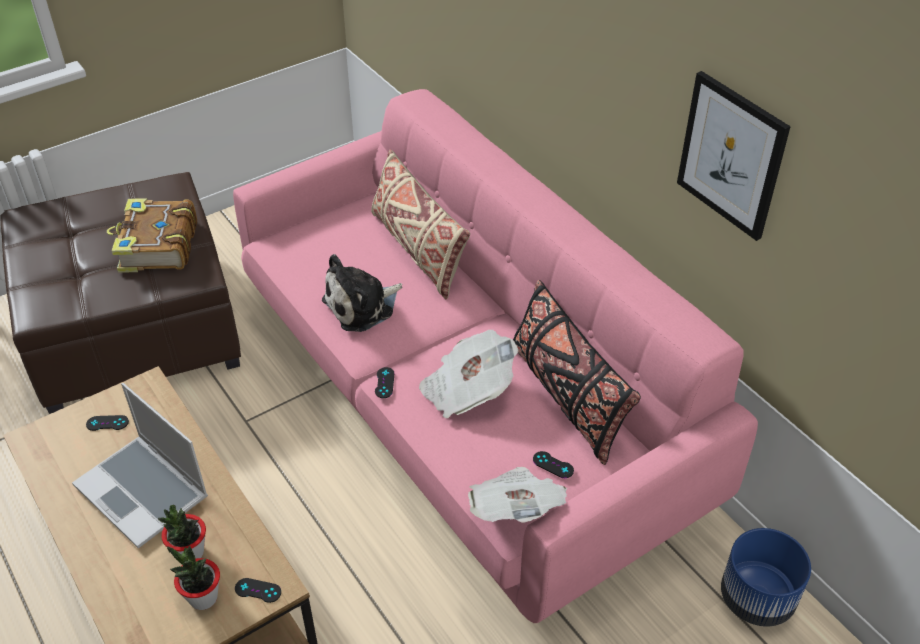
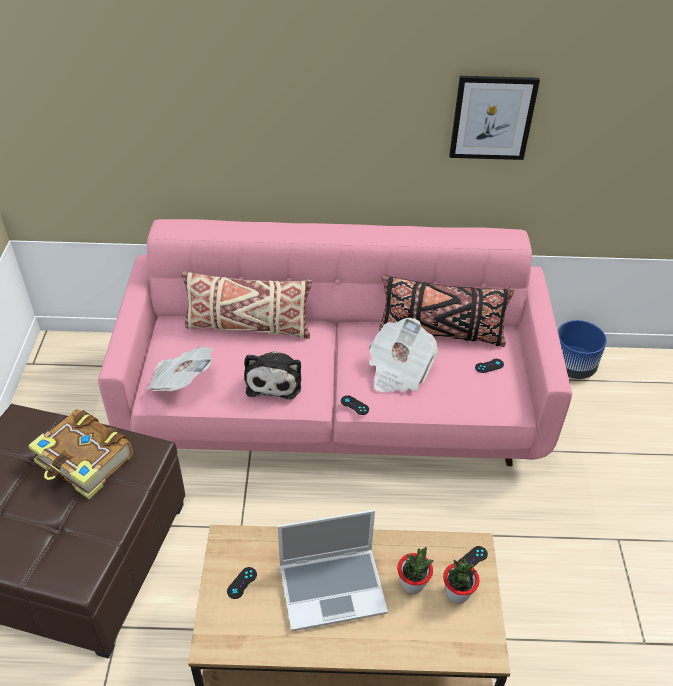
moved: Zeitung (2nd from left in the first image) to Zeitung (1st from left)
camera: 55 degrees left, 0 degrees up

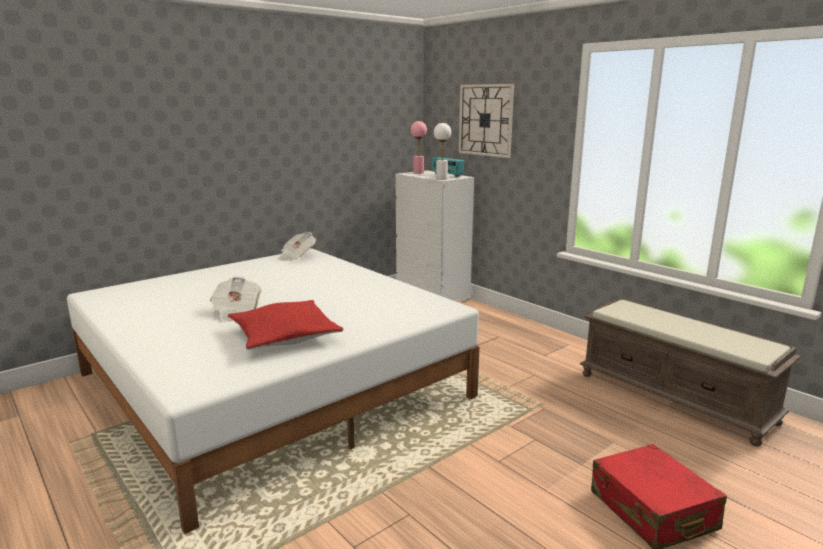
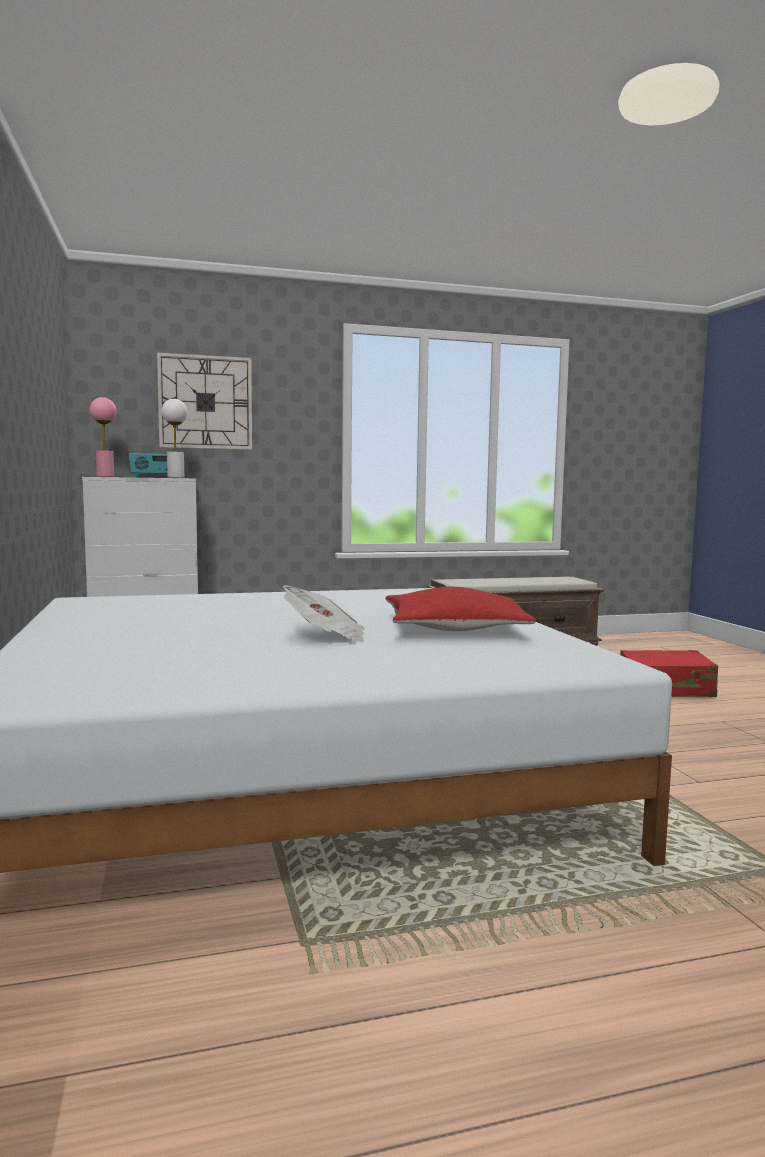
removed: Zeitung (2nd from left)
camera: 65 degrees left, 10 degrees down

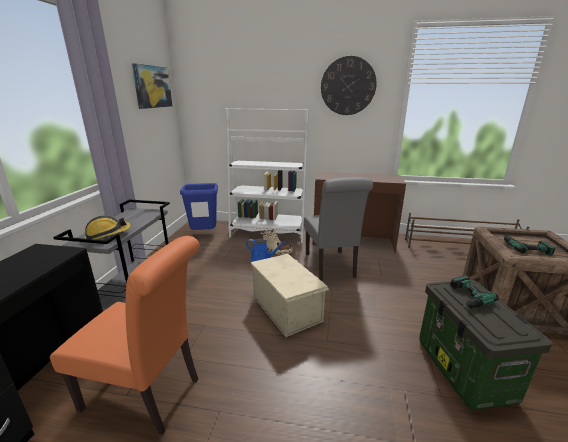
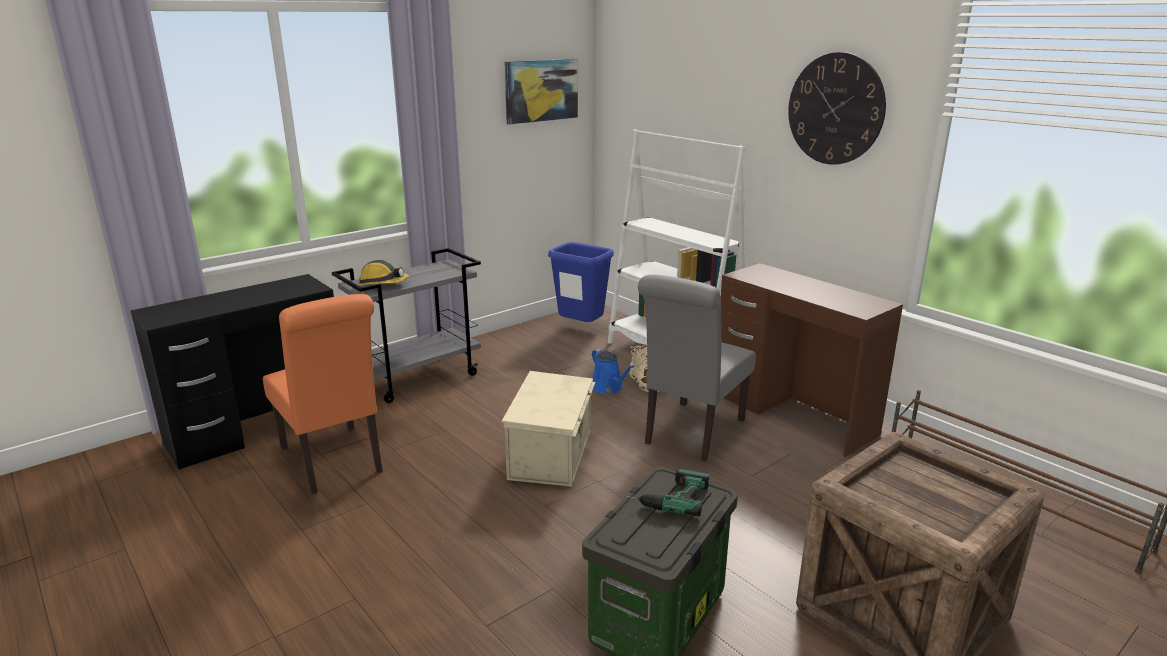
removed: Bohrmaschine (2nd from left)
camera: 40 degrees right, 0 degrees up

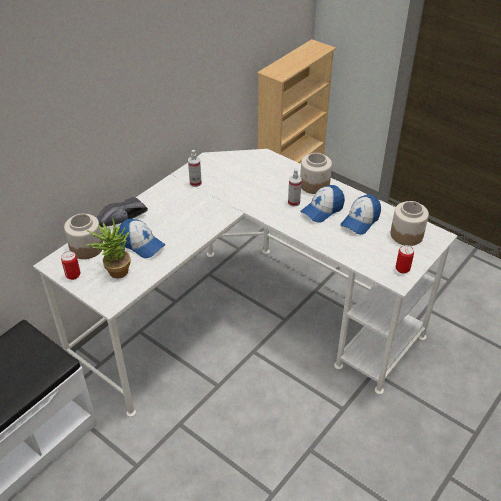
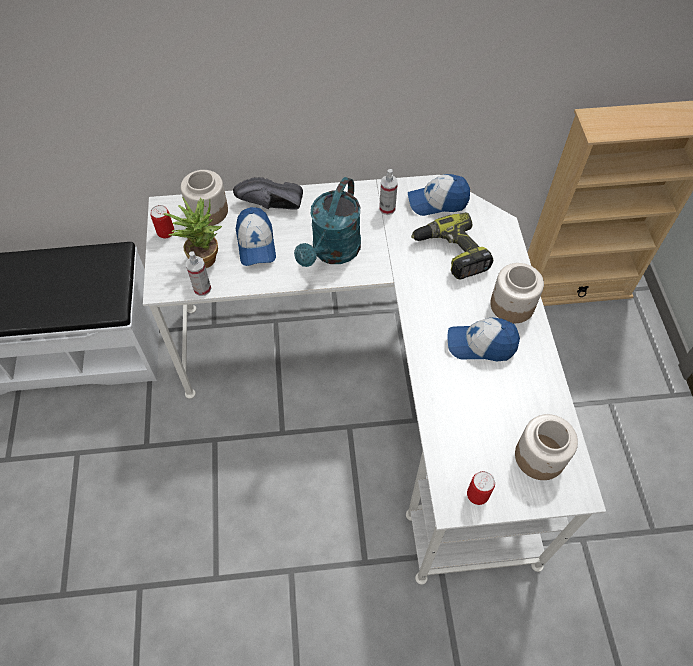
added: Gießkanne/türkis; Bohrmaschine
moved: Sprühflasche (2nd from left in the first image) to Sprühflasche (1st from left); Kappe (3rd from left in the first image) to Kappe (2nd from left)
camera: 45 degrees right, 15 degrees up

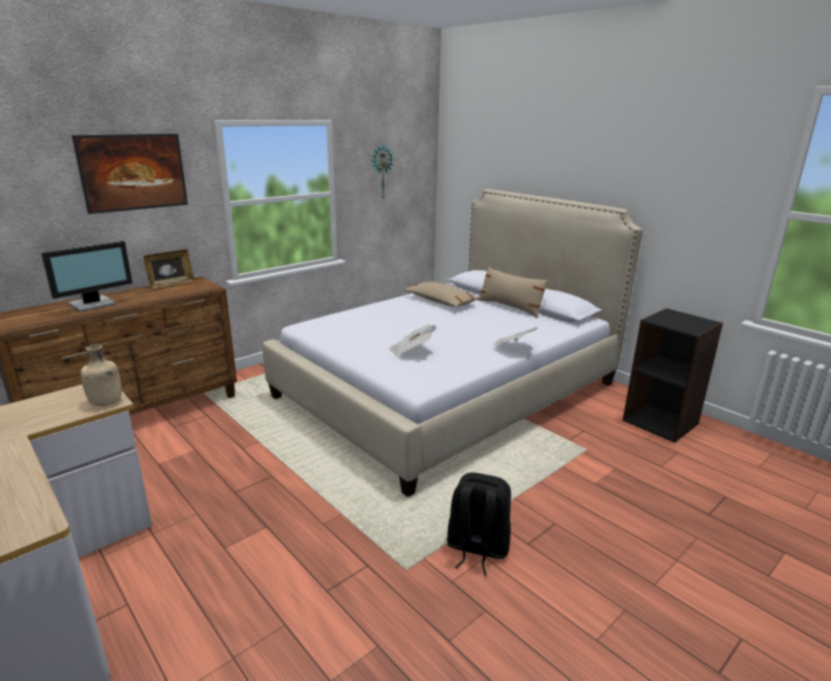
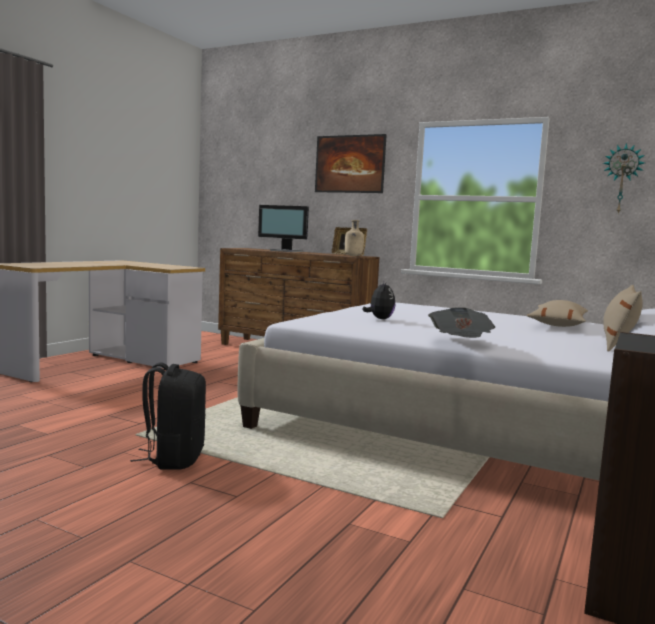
moved: Flasche/beige
replaced: Zeitung (1st from left) to Plüschtier
camera: 70 degrees right, 15 degrees down

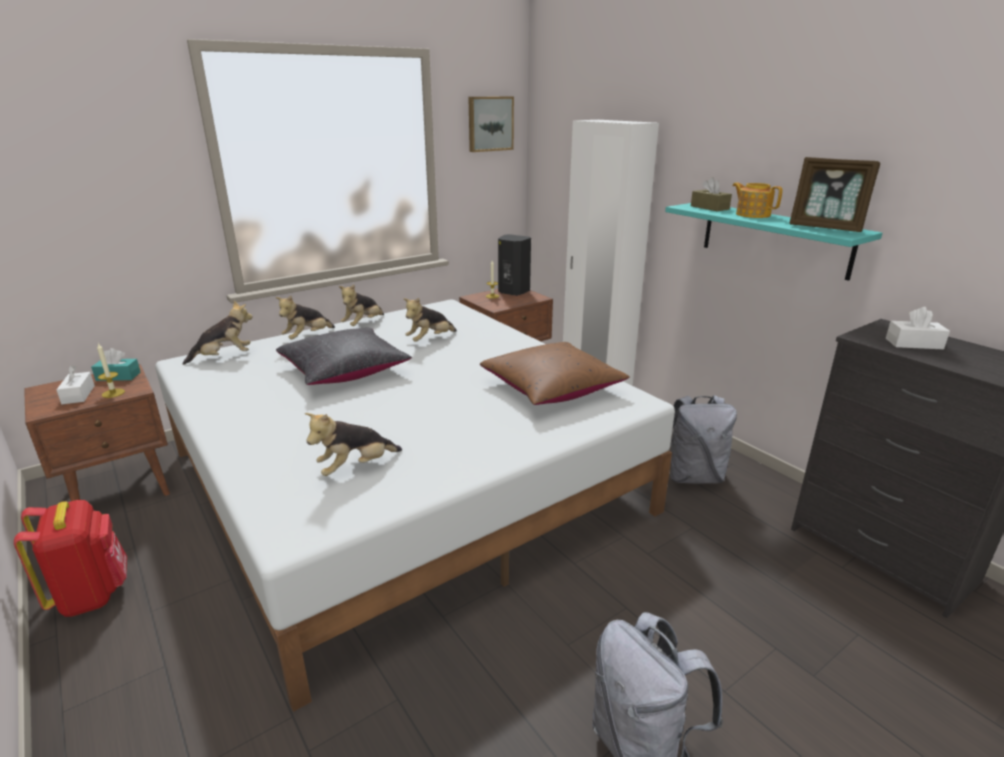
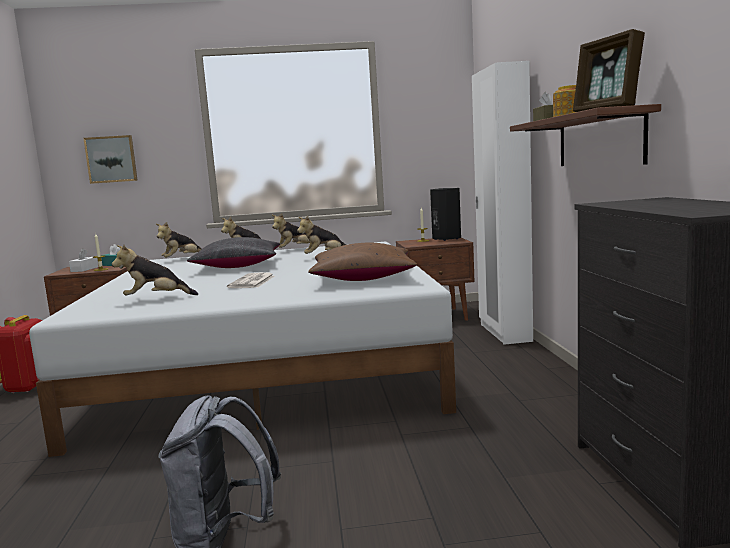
removed: Rucksack/grau (2nd from left); Taschentuchbox/weiß (2nd from left)
added: Zeitung
moved: Bild
recoloured: Wandregal/türkis to Wandregal/braun
turned: Plüschtier (1st from left in the first image) 135 degrees clockwise
camera: 30 degrees right, 15 degrees down

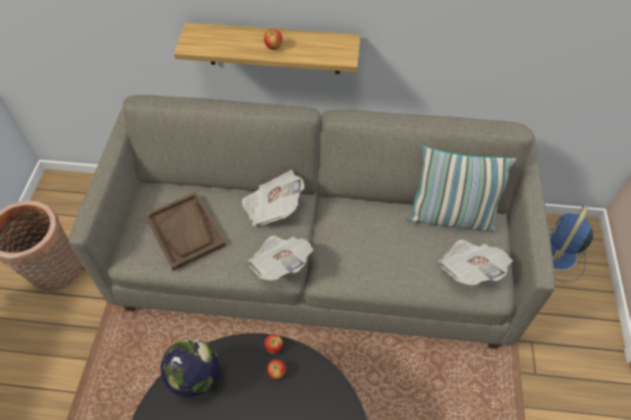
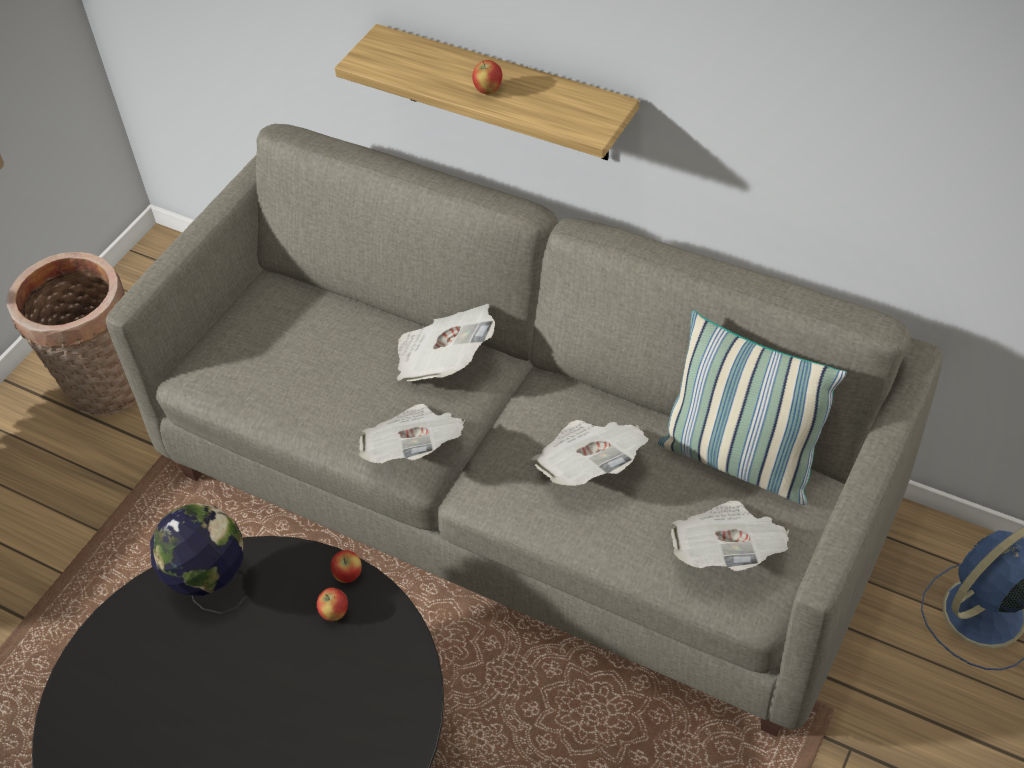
removed: Tablett/braun
added: Zeitung (3rd from left)
camera: 25 degrees right, 5 degrees down

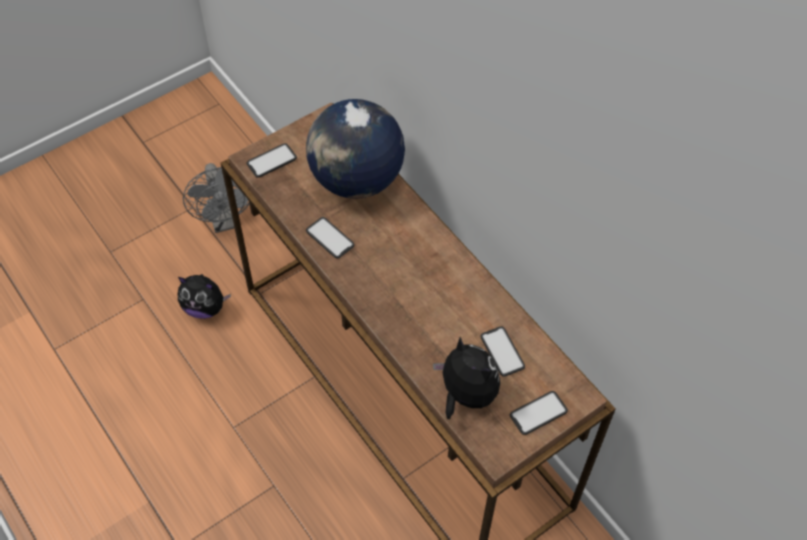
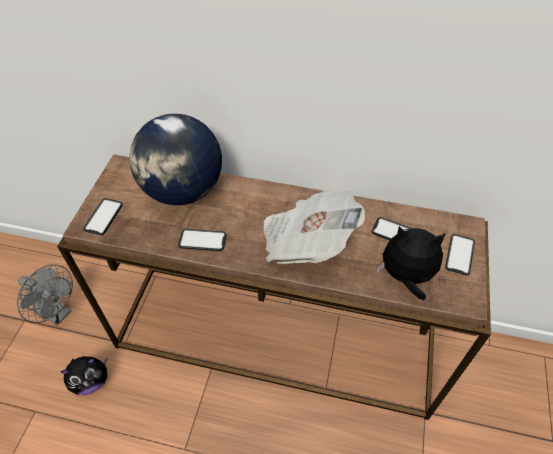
added: Zeitung
camera: 40 degrees left, 5 degrees down

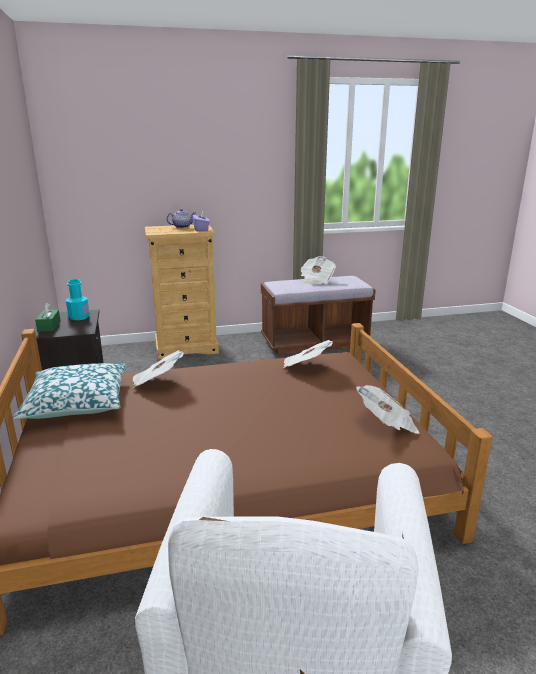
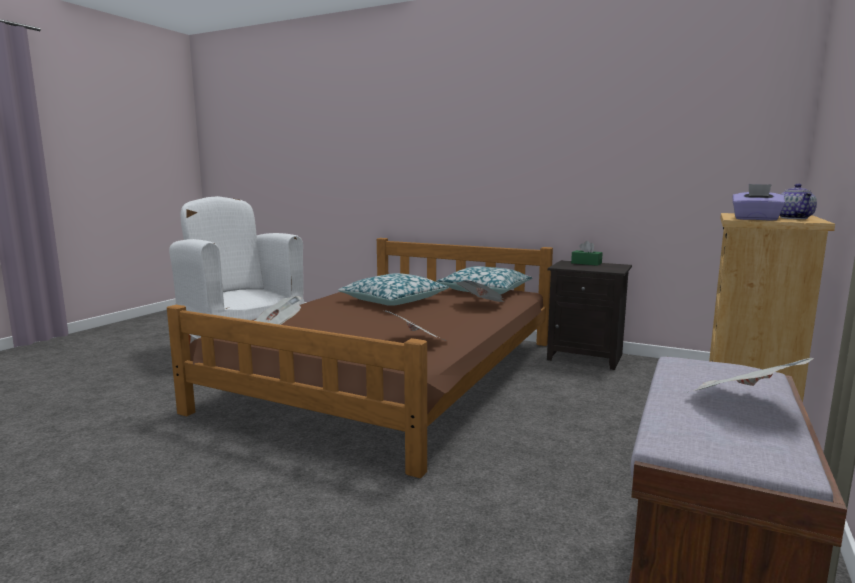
removed: Flasche/türkis
added: Kissen (1st from left)
camera: 130 degrees right, 10 degrees down

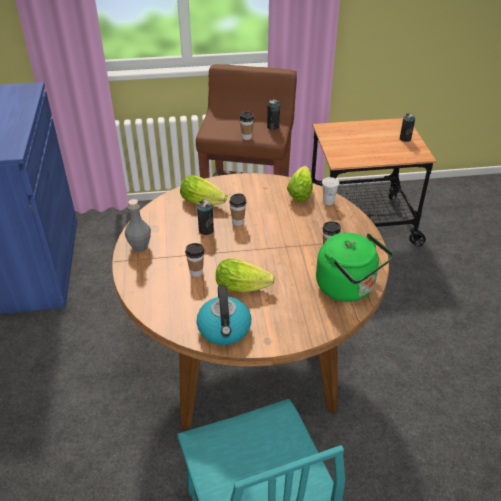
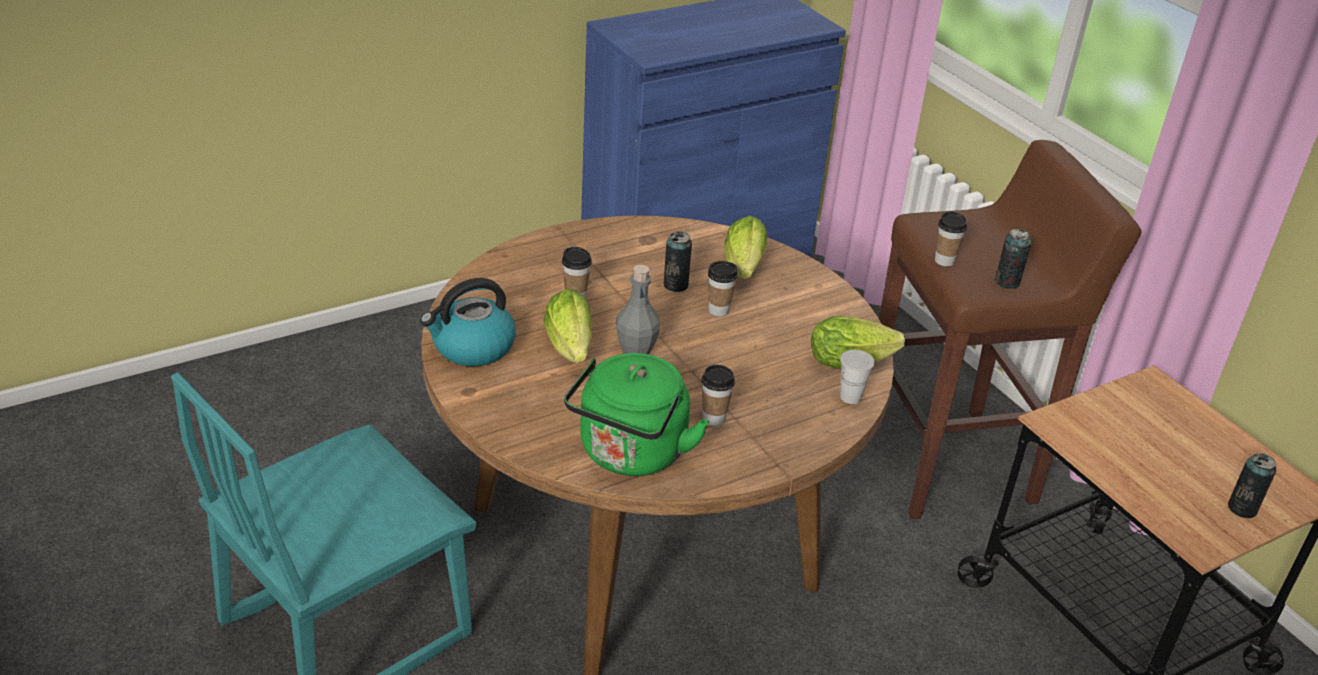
moved: Flasche/grau
camera: 65 degrees right, 5 degrees down

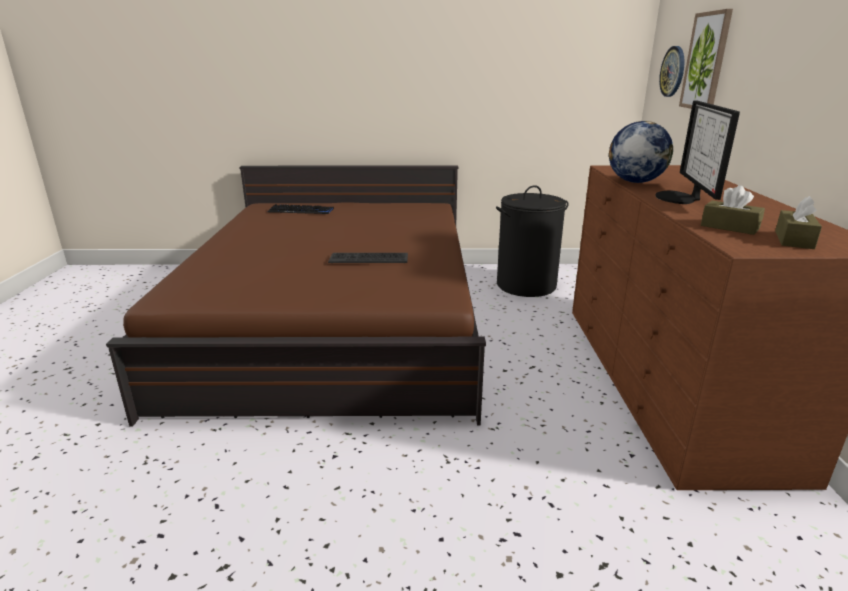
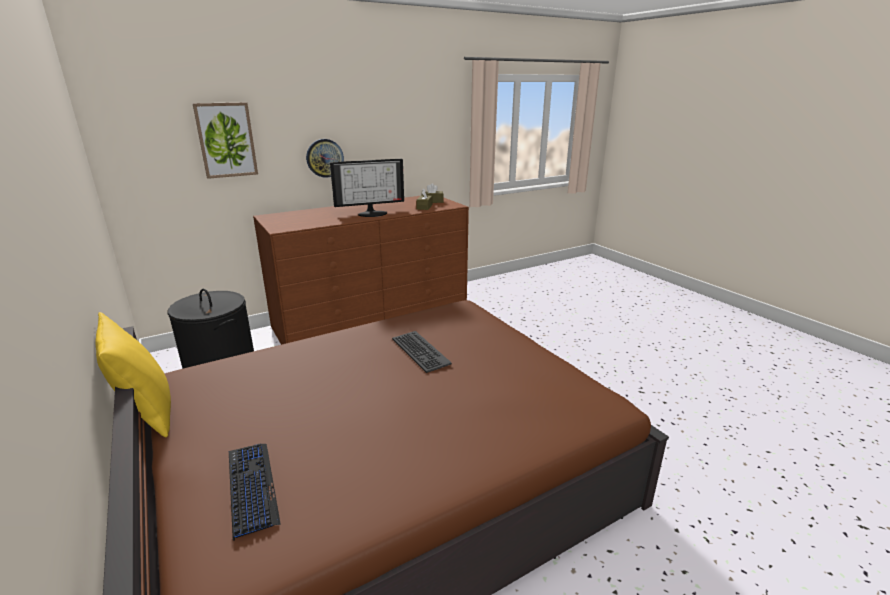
removed: Globus
added: Kissen/gelb
moved: Wanduhr
camera: 120 degrees left, 0 degrees up

